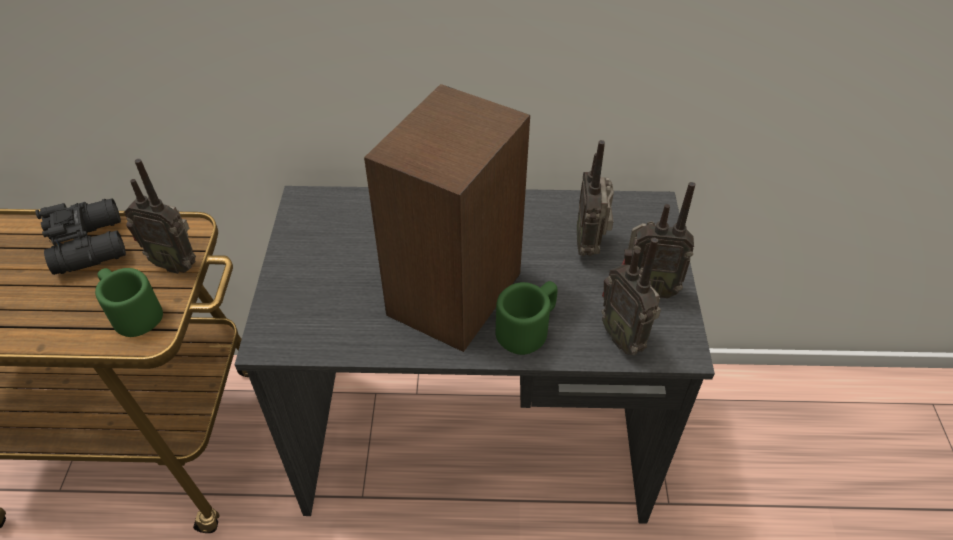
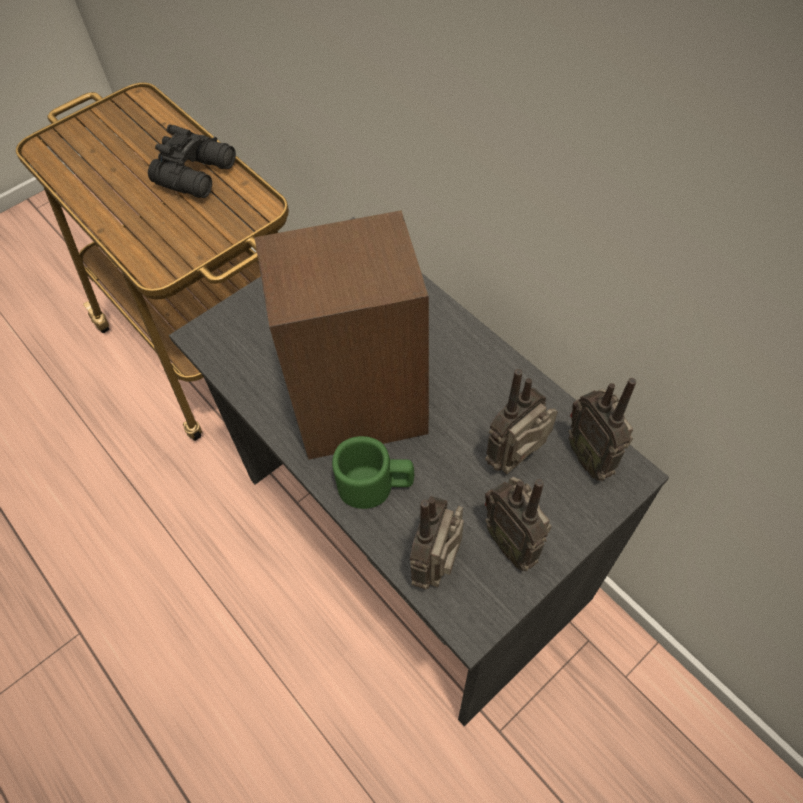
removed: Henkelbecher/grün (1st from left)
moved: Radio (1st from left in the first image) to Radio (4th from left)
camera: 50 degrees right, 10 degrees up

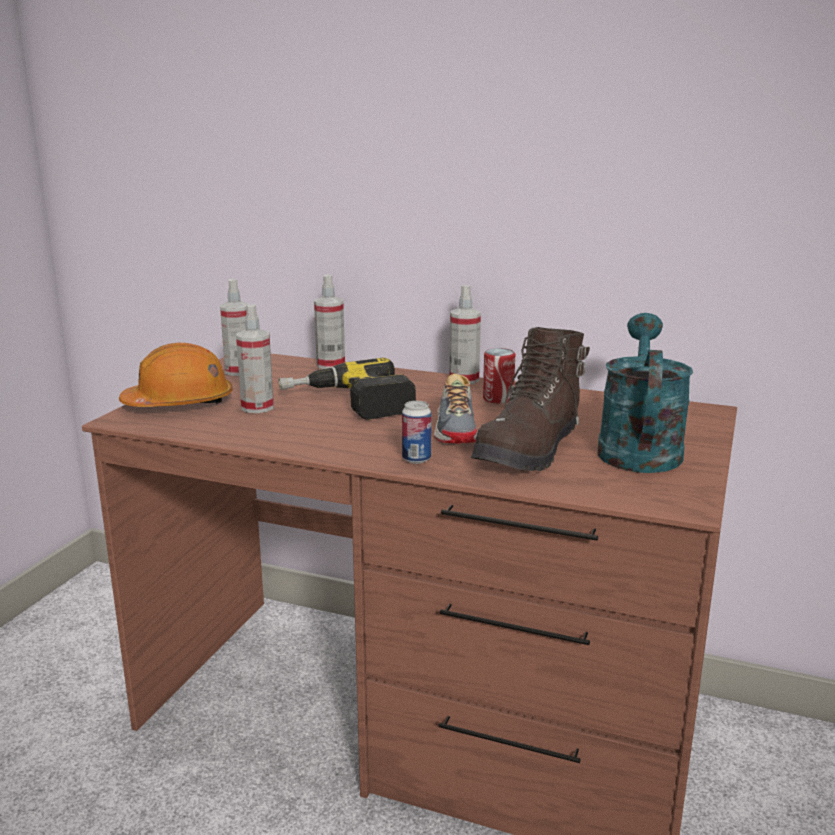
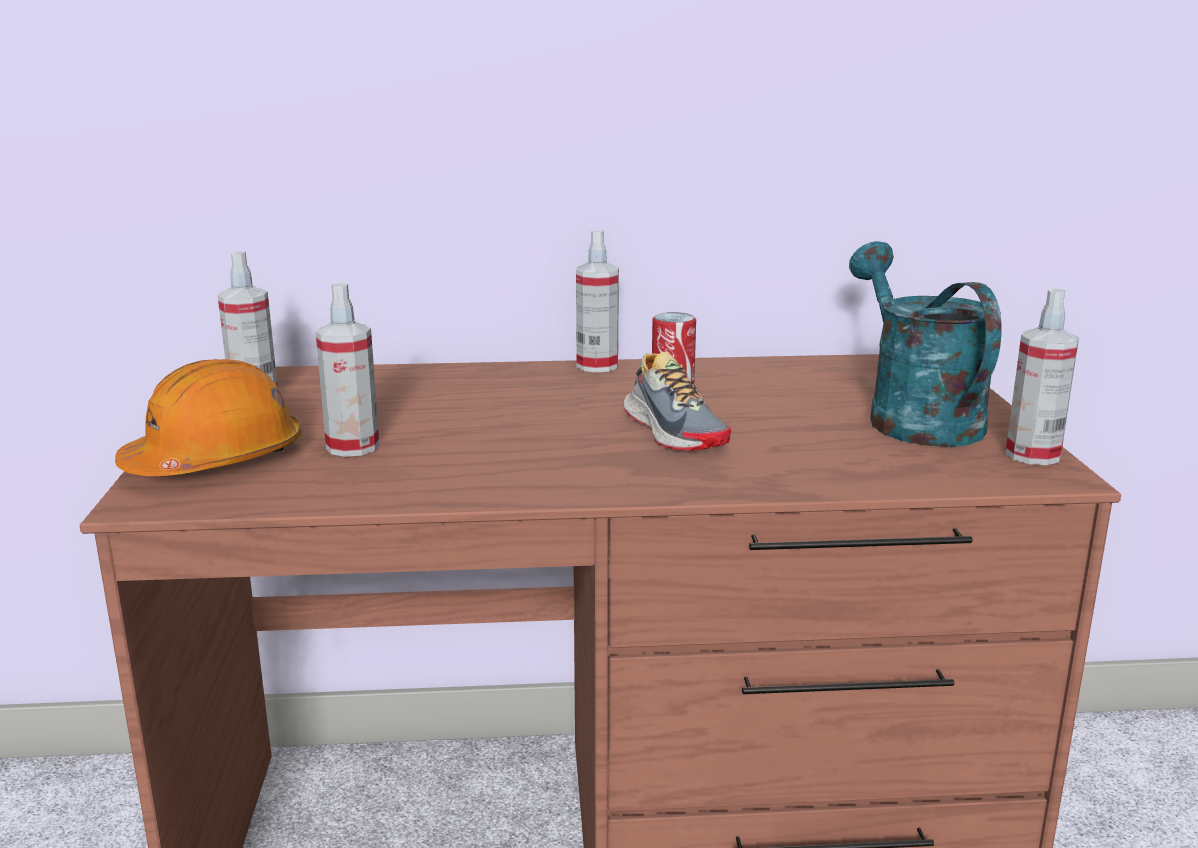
removed: Bohrmaschine; Dose (1st from left); Stiefel/braun
moved: Sprühflasche (3rd from left in the first image) to Sprühflasche (4th from left)
camera: 25 degrees left, 0 degrees up

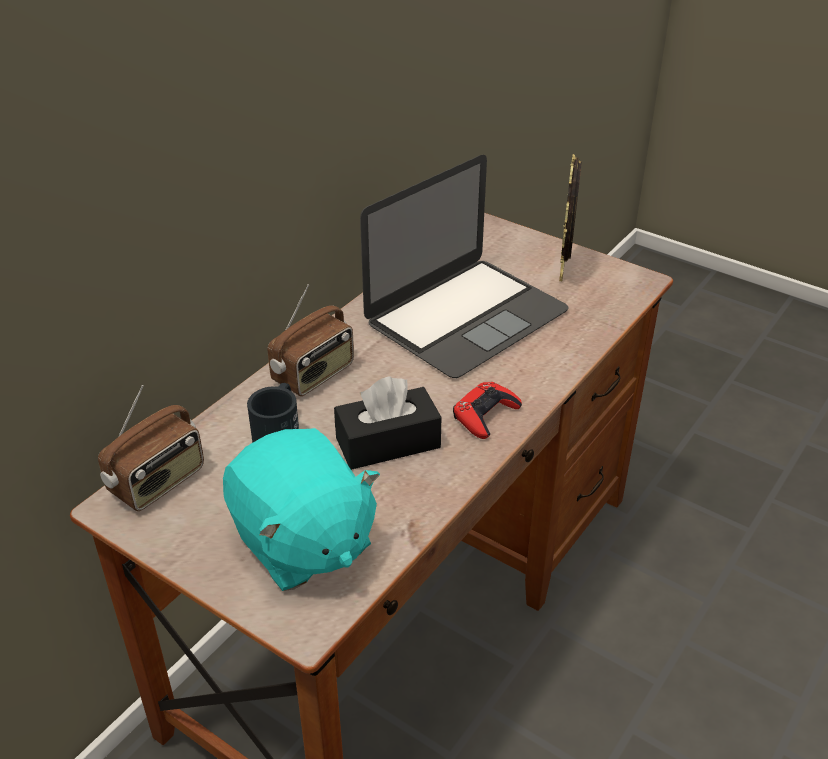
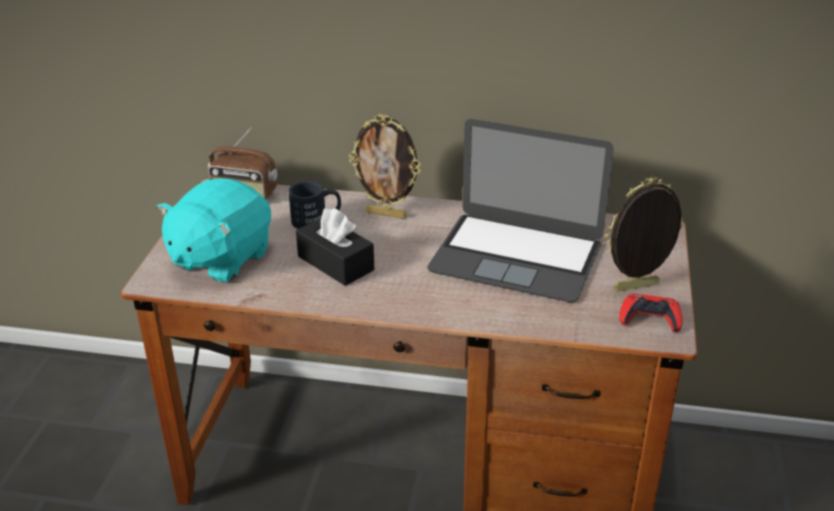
moved: Gamepad/rot
replaced: Radio (2nd from left) to Bilderrahmen (1st from left)
camera: 65 degrees right, 5 degrees down

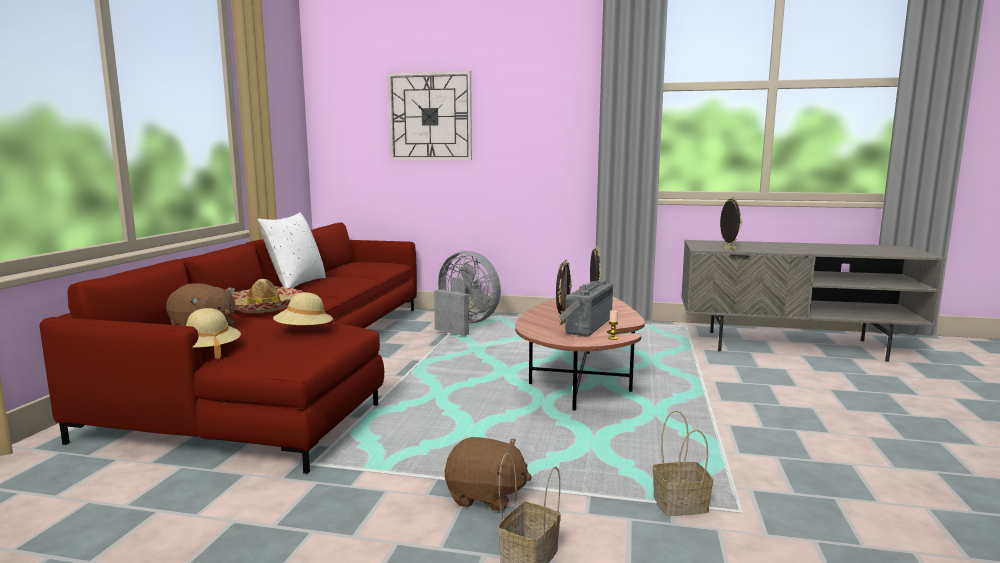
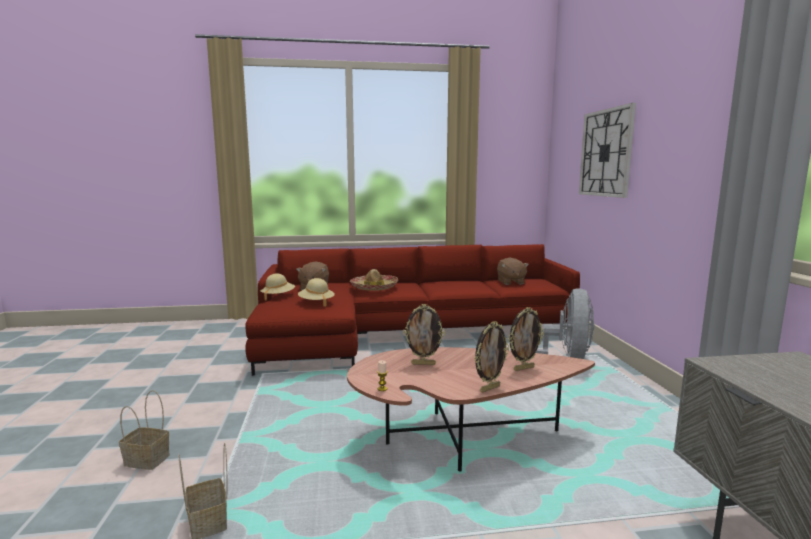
removed: Kissen/weiß; Radio
moved: Plüschtier/braun (2nd from left); Bilderrahmen (3rd from left in the first image) to Bilderrahmen (2nd from left)
camera: 70 degrees right, 0 degrees up

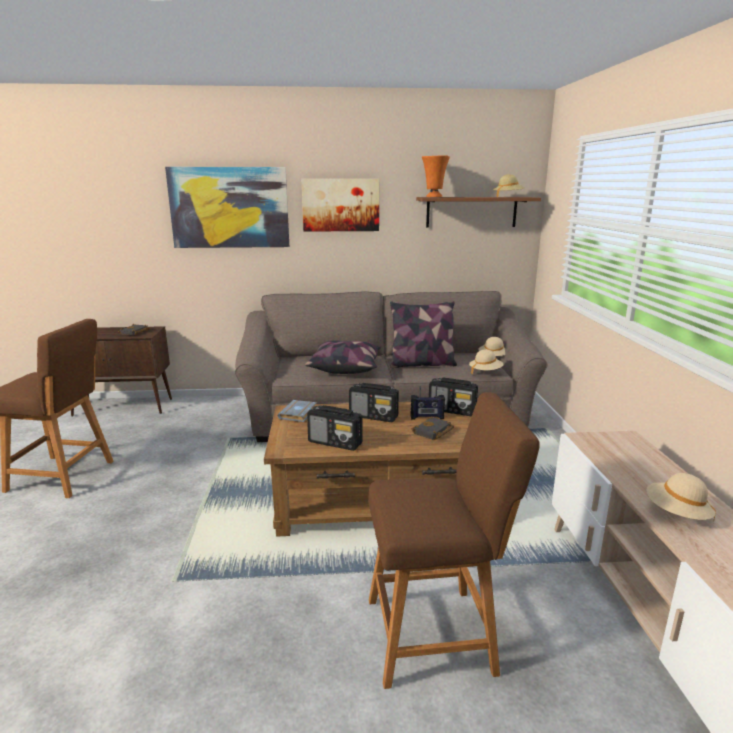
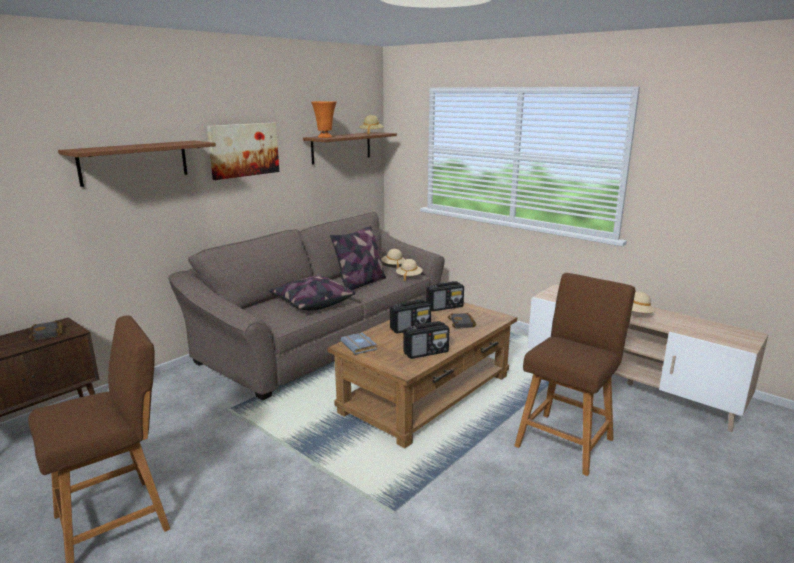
removed: Radio (3rd from left)
replaced: Bild (1st from left) to Wandregal/braun (1st from left)
camera: 45 degrees left, 0 degrees up

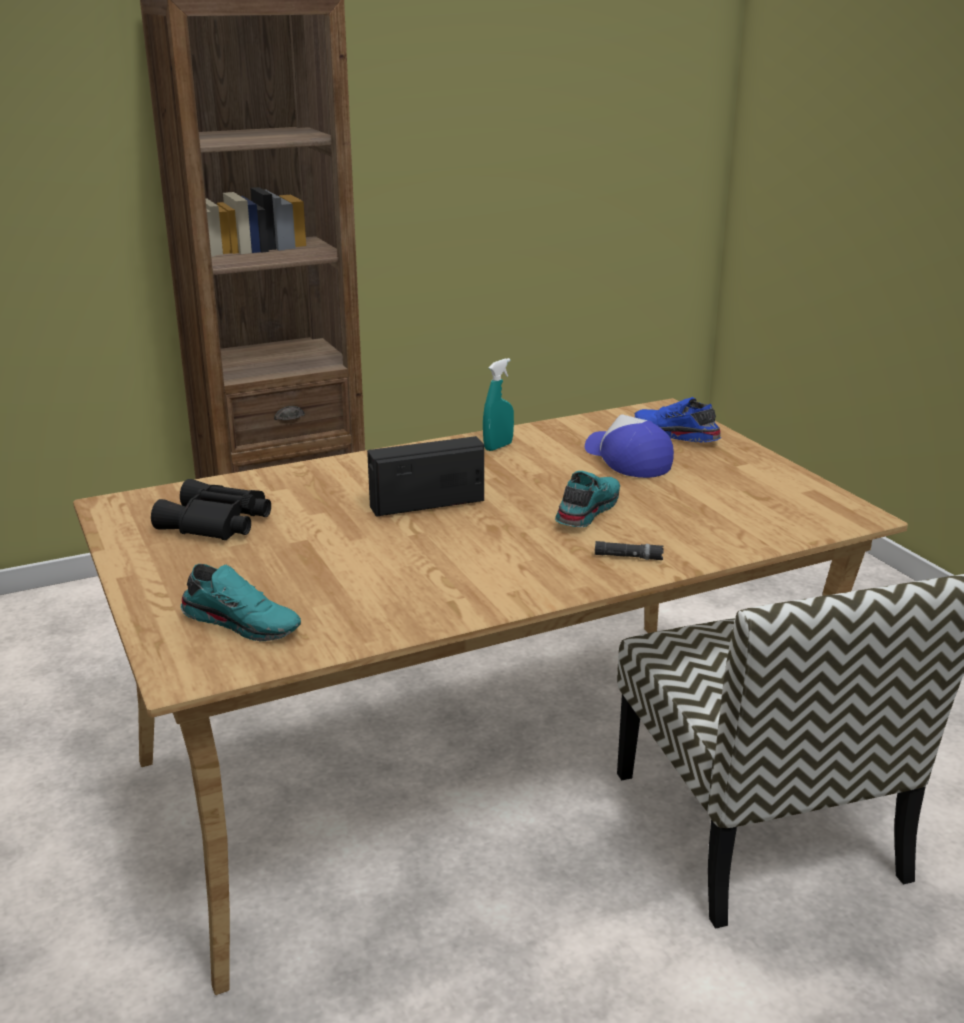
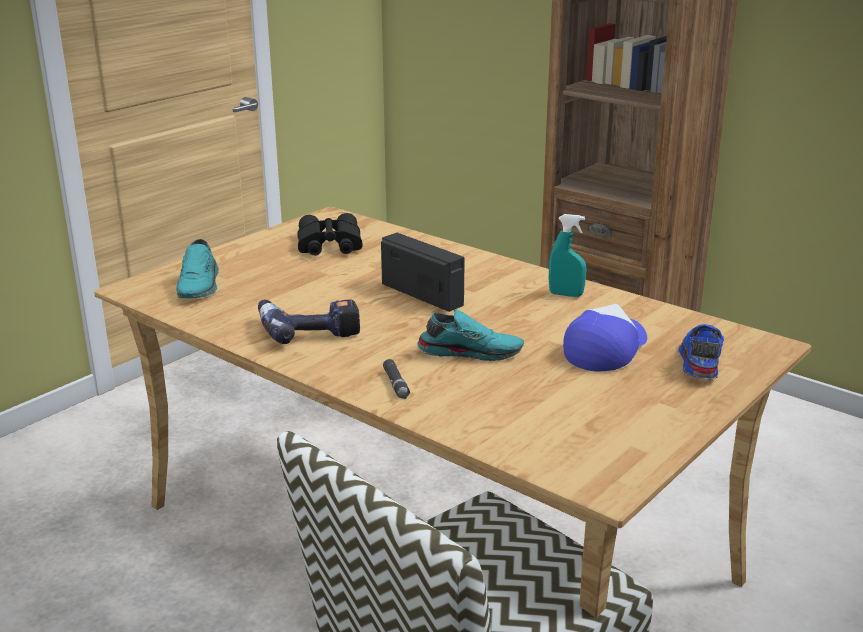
added: Bohrmaschine
camera: 65 degrees right, 0 degrees up

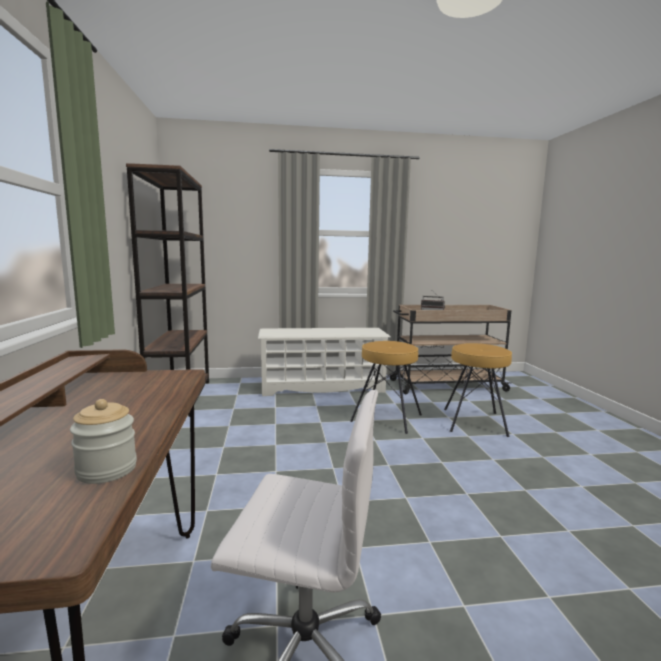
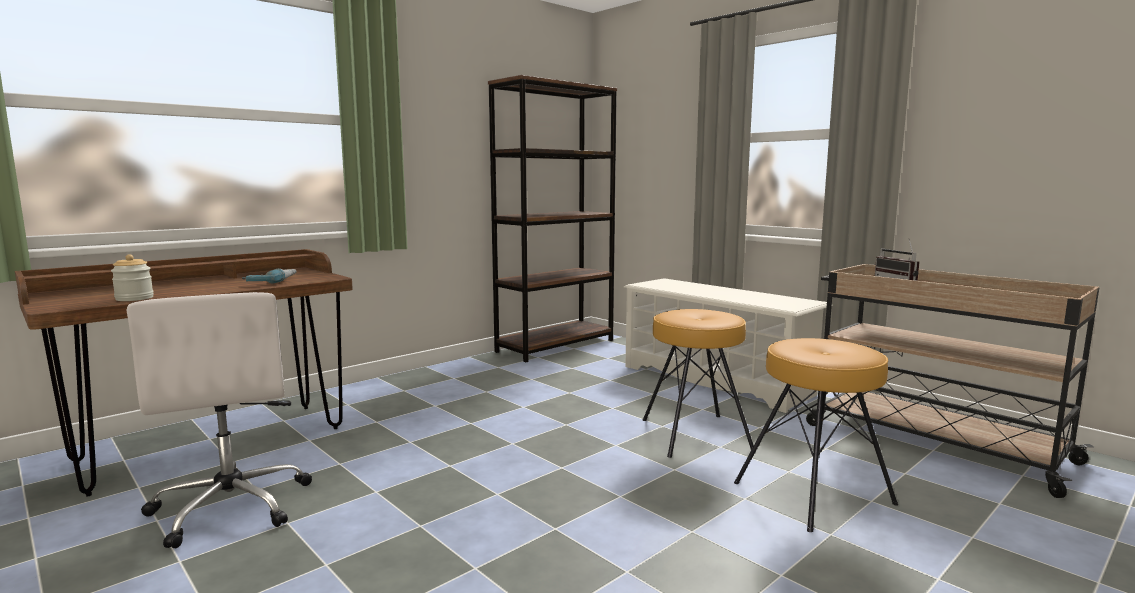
added: Bohrmaschine
camera: 55 degrees right, 0 degrees up

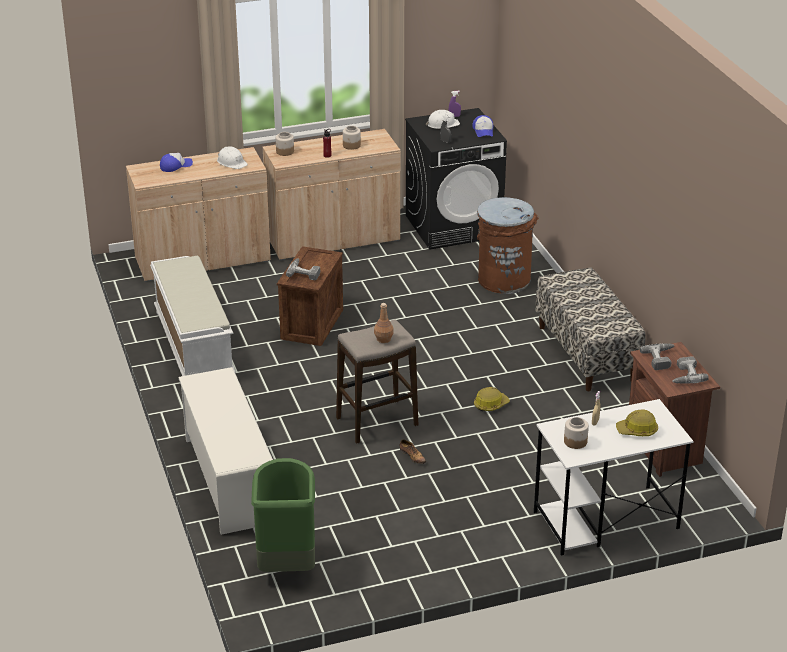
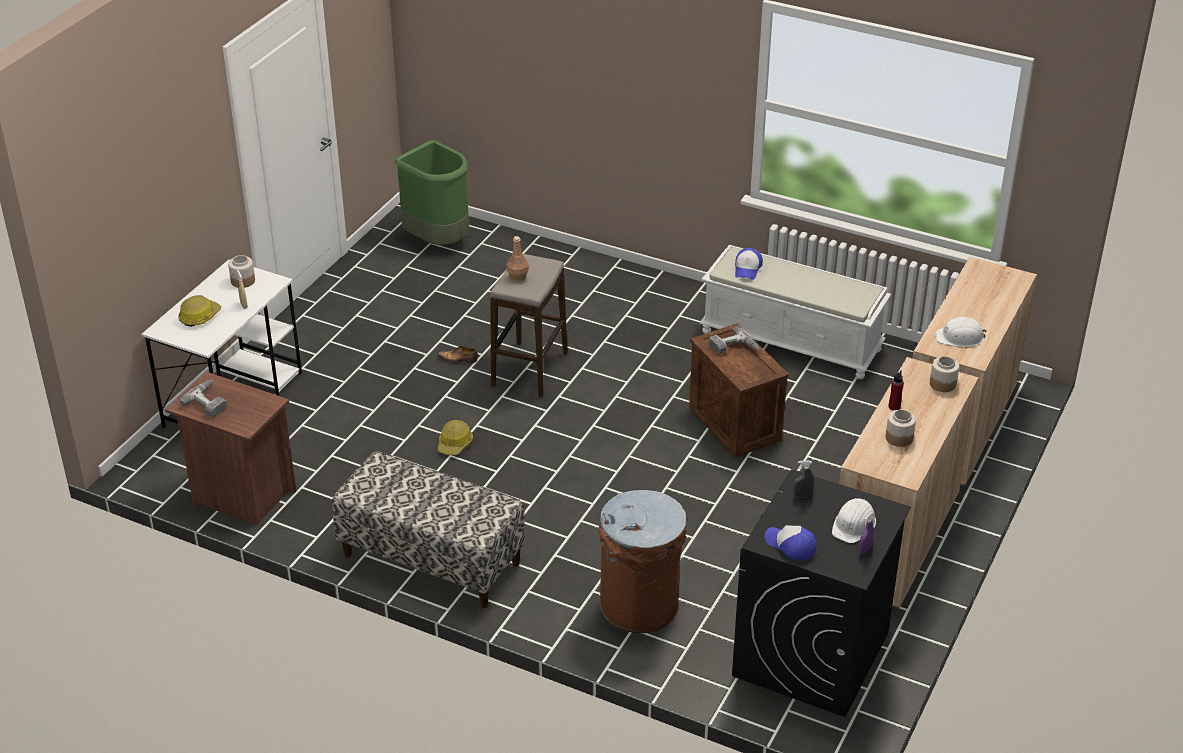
removed: Schuhregal/weiß; Bohrmaschine (2nd from left)
moved: Kappe (1st from left)
camera: 135 degrees right, 5 degrees up

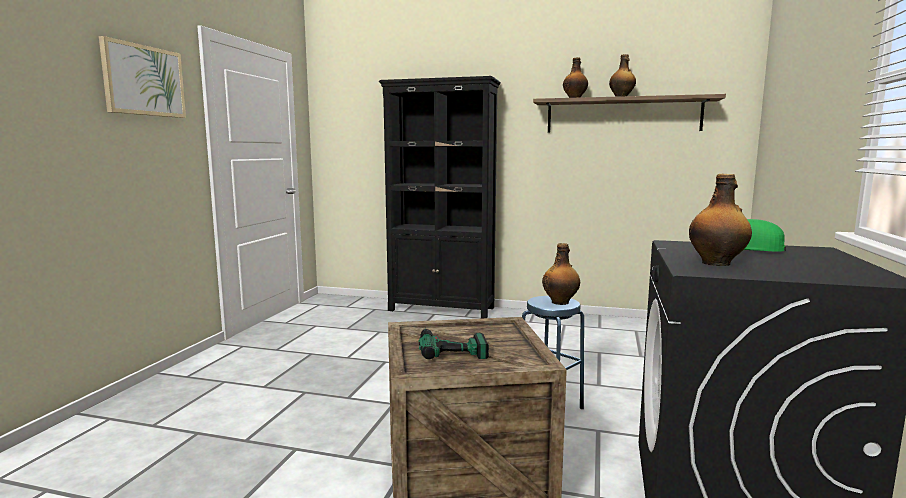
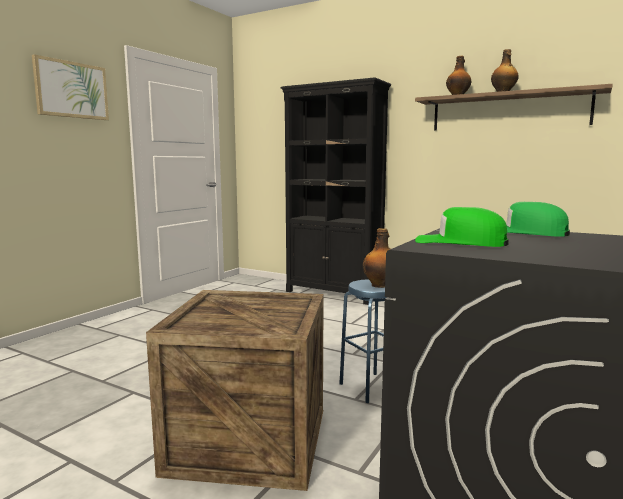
removed: Bohrmaschine
replaced: Flasche (4th from left) to Kappe/grün (1st from left)
camera: 15 degrees right, 0 degrees up

